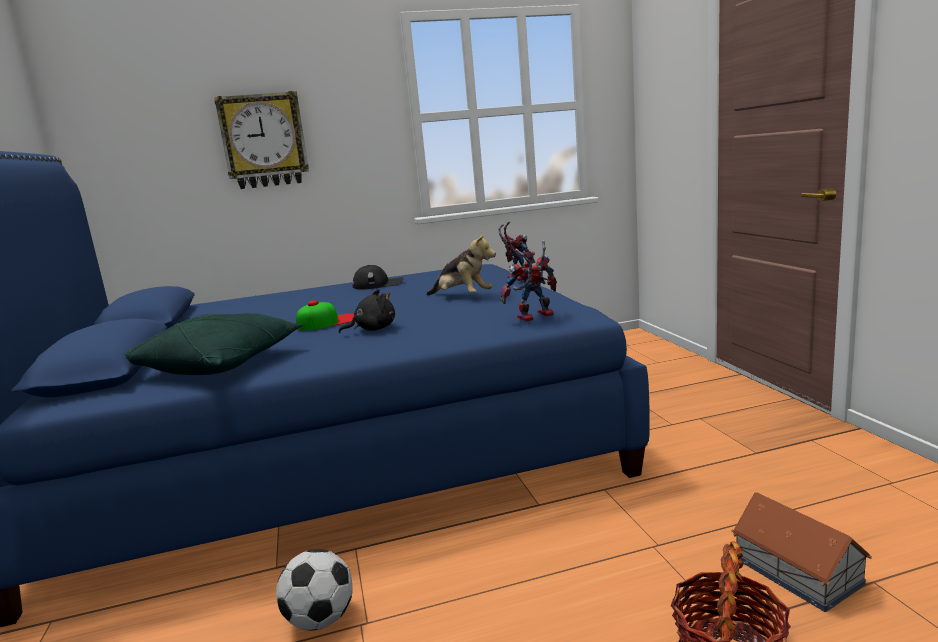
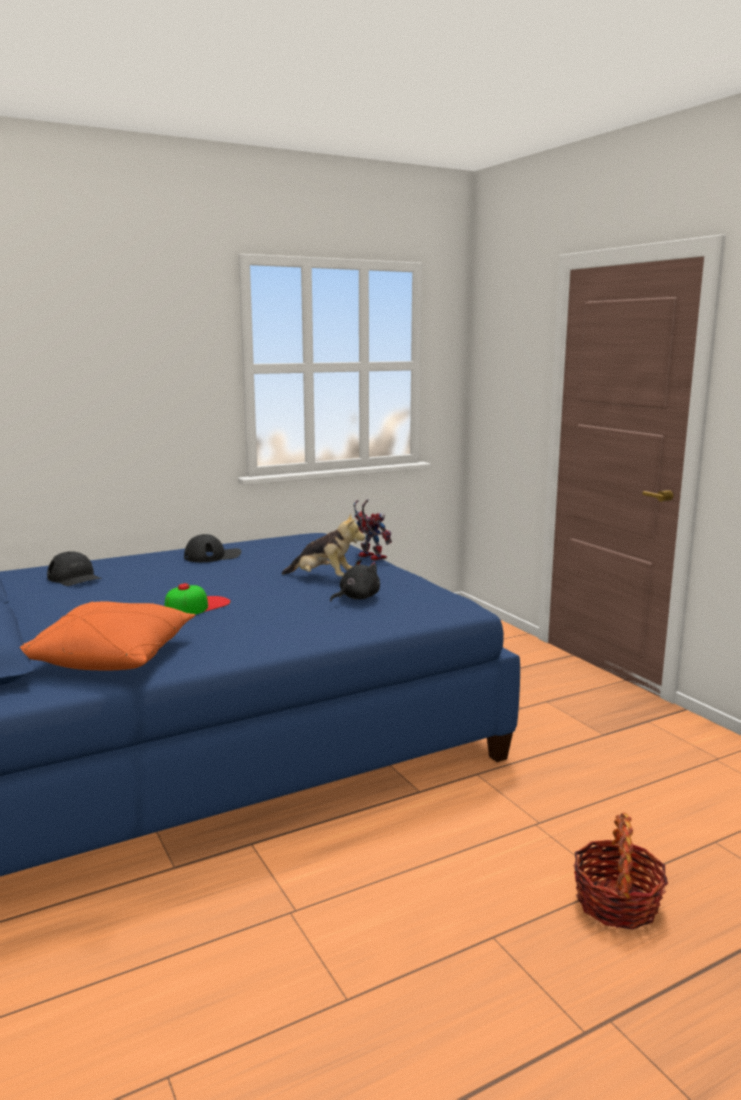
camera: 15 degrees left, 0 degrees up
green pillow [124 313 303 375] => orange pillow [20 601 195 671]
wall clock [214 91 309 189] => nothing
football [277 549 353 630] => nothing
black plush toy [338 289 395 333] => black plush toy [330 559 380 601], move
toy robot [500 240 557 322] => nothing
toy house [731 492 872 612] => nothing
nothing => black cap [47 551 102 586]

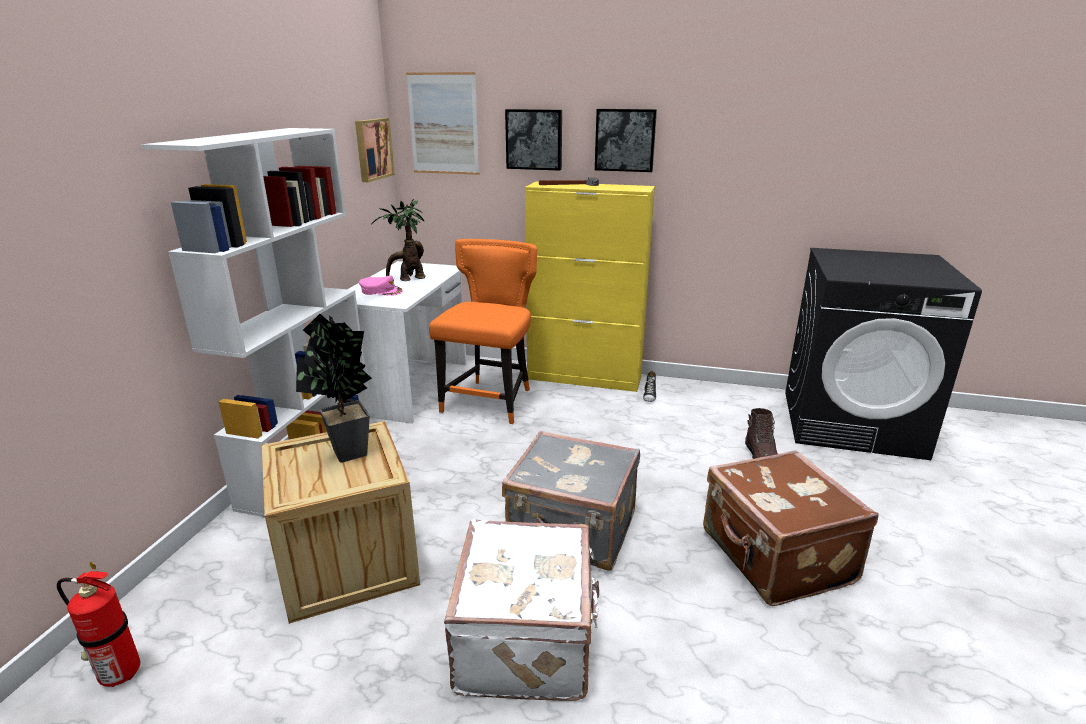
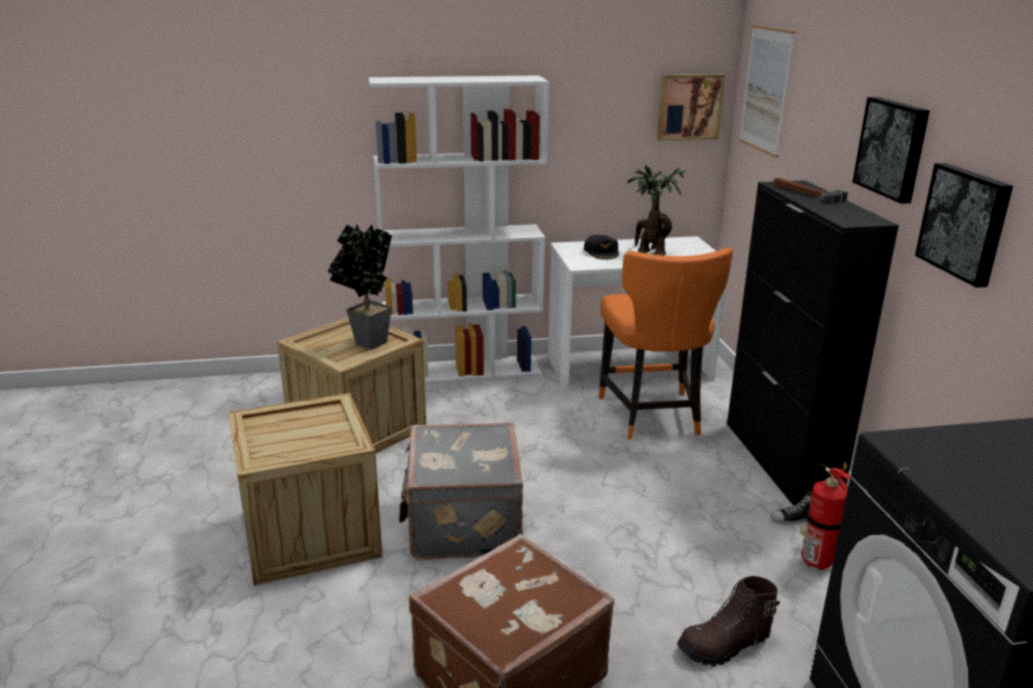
camera: 65 degrees right, 0 degrees up
fire extinguisher [57 562 140 687] => fire extinguisher [800 462 851 570], move
pink cap [359 275 403 296] => black cap [584 235 619 260]
orange chair [429 239 537 424] => orange chair [599 247 733 439], 90 degrees clockwise
white suitcase [444 519 599 701] => crate [228 393 382 586]
picture [505 109 562 171] => picture [915 163 1013 288], move
yellow cabinet [525 181 655 392] => black cabinet [727 180 899 505]

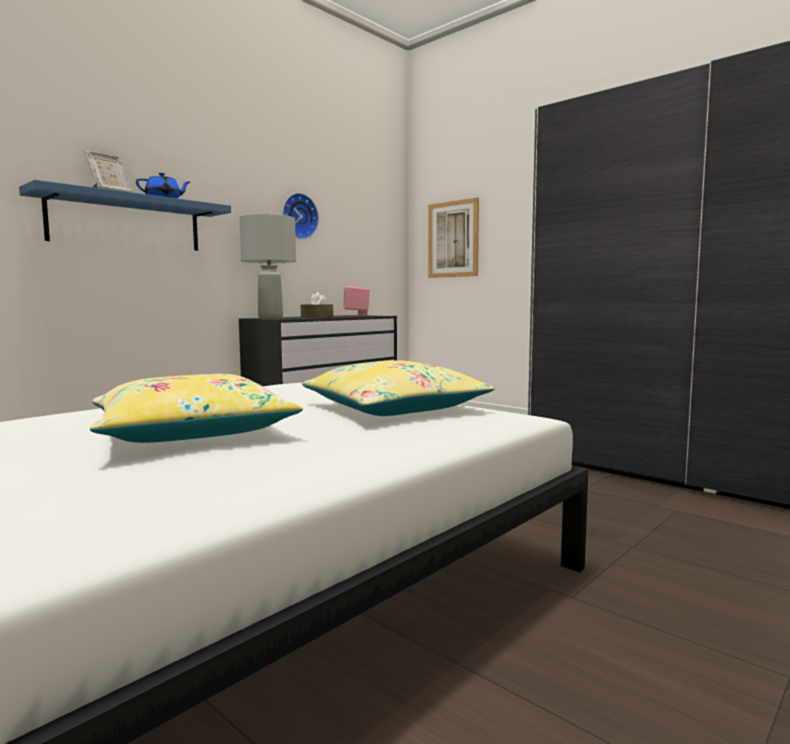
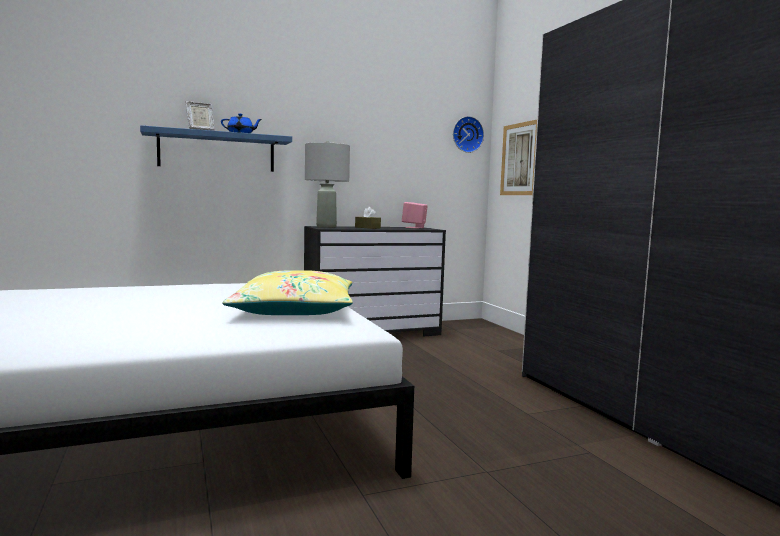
camera: 25 degrees right, 0 degrees up
yellow pillow [90 374 303 443] => nothing
wall clock [283 193 319 239] => wall clock [453 116 484 153], move

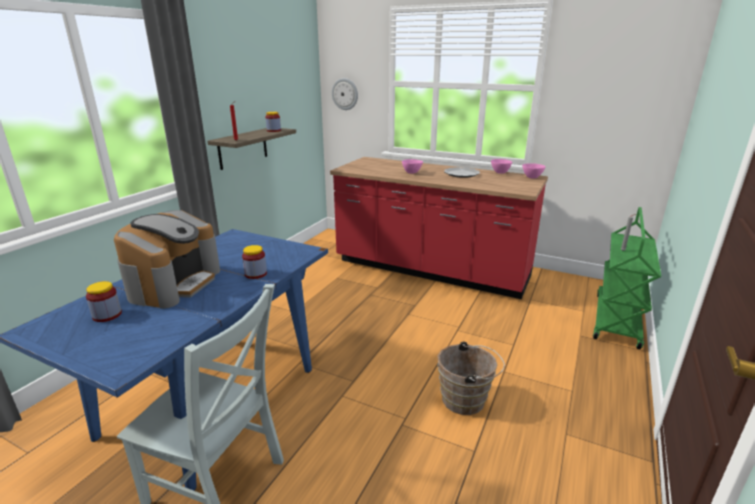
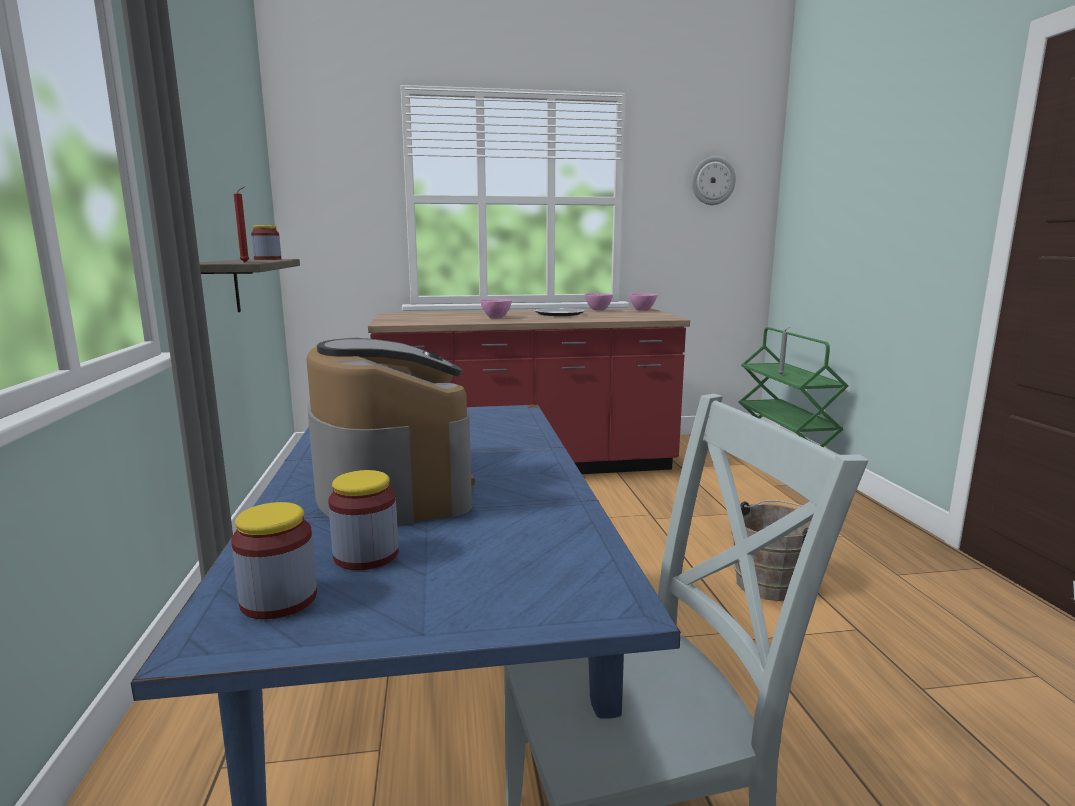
camera: 35 degrees left, 10 degrees down
jar [242 245 267 279] => jar [231 502 317 619], move
wall clock [332 78 358 110] => wall clock [692 156 736 205], move

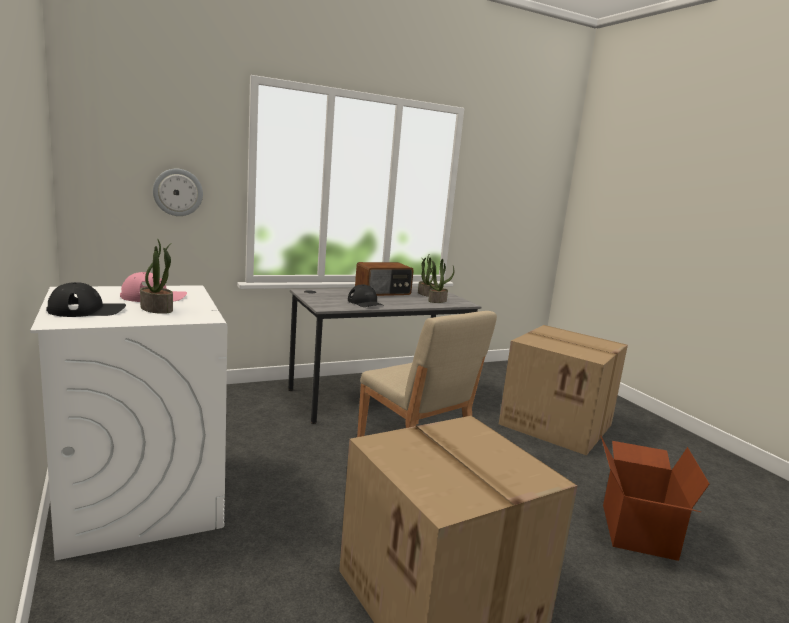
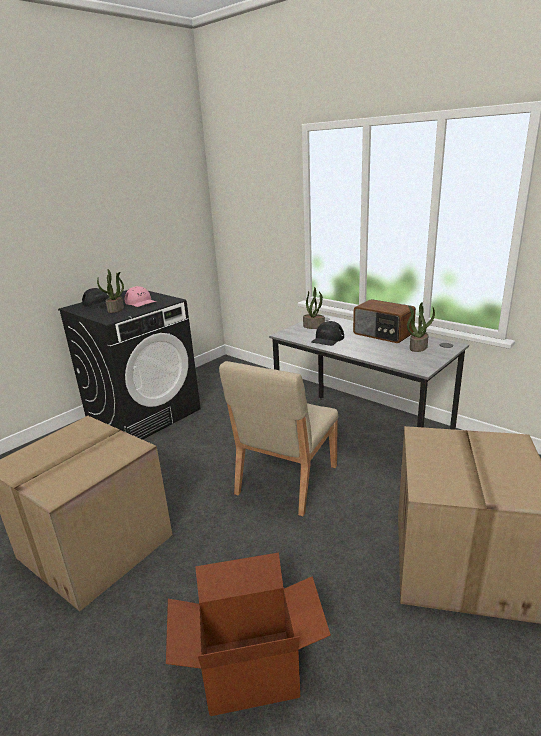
camera: 70 degrees right, 10 degrees up
white washing machine [30 285 227 561] => black washing machine [58 290 201 440]
wall clock [153 169 203 216] => nothing
potted plant [427 259 454 303] => potted plant [303 287 325 329], move

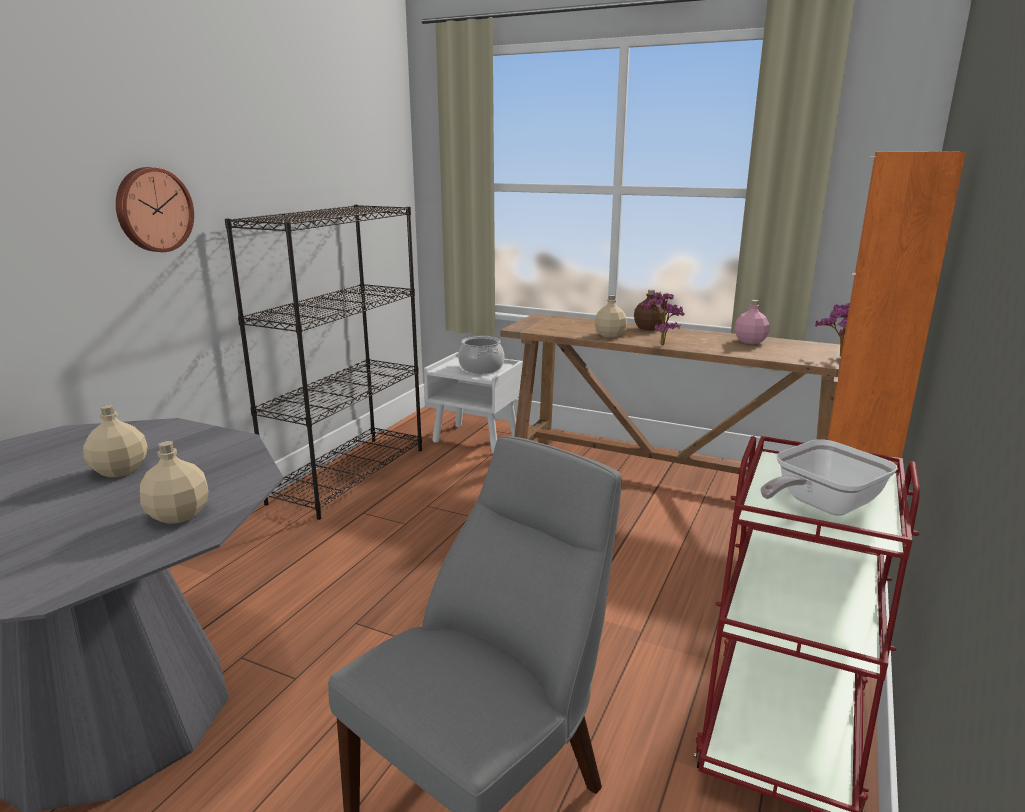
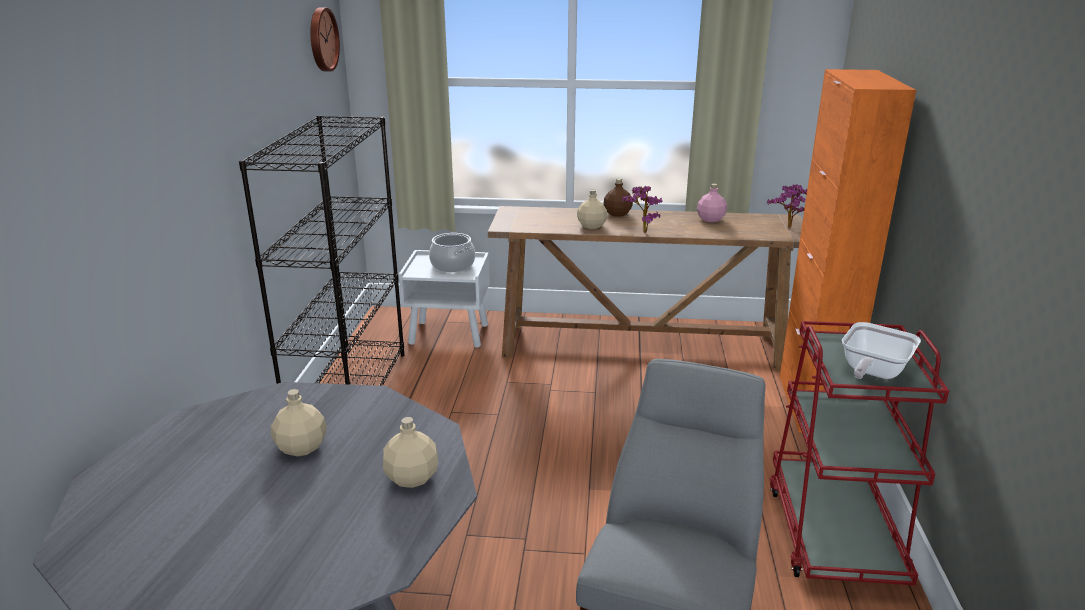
camera: 20 degrees left, 5 degrees up
wall clock [116 167 194 252] => wall clock [310 8 340 71], move

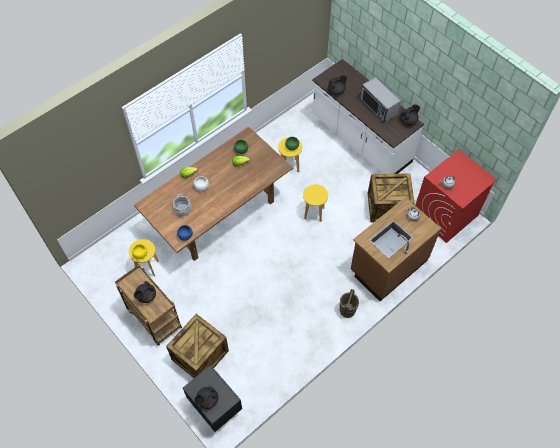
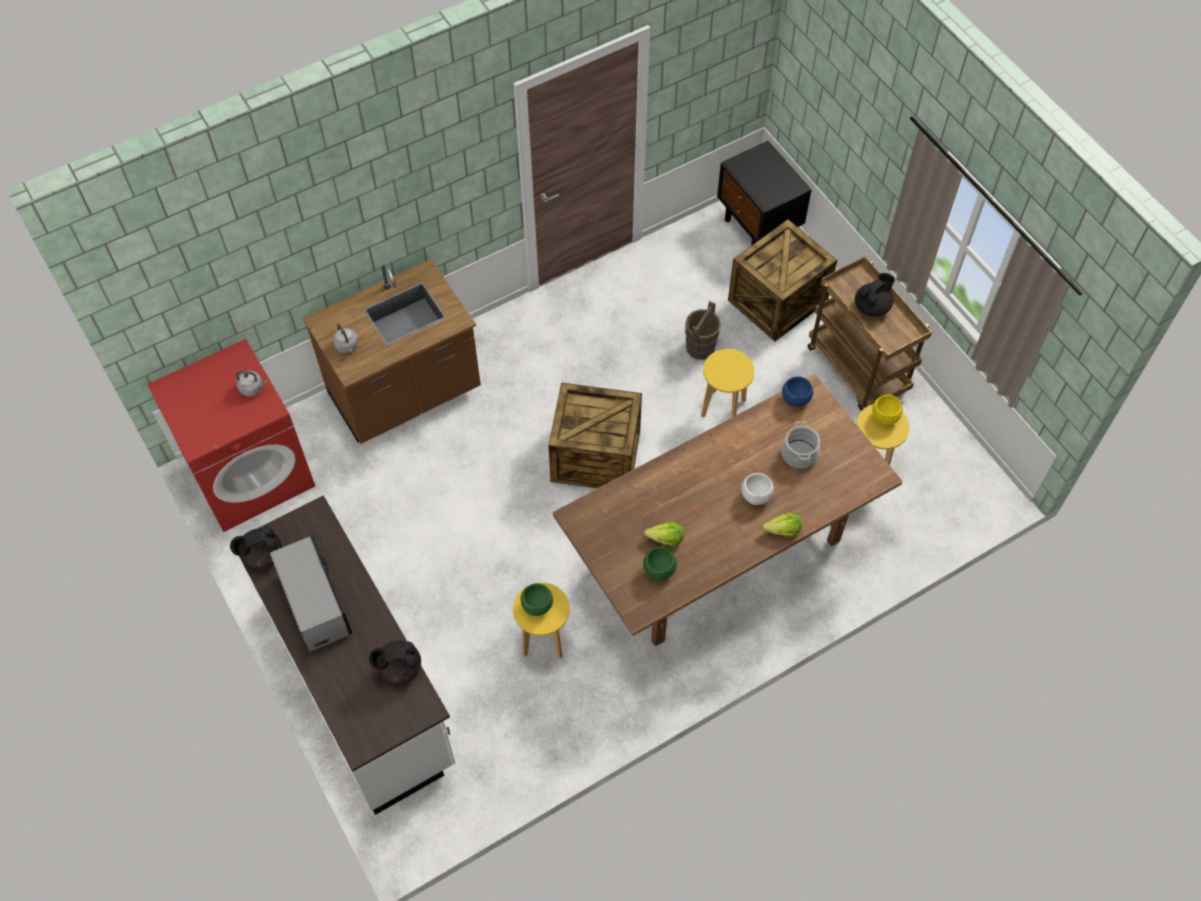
camera: 170 degrees left, 0 degrees up
black teapot [194 386 218 409] => nothing
yellow stool [303 184 328 222] => yellow stool [701 349 755 417], move
brown bucket [340 289 359 318] => brown bucket [685 301 721 360], move
crate [368 173 415 223] => crate [549 383 642 488], move

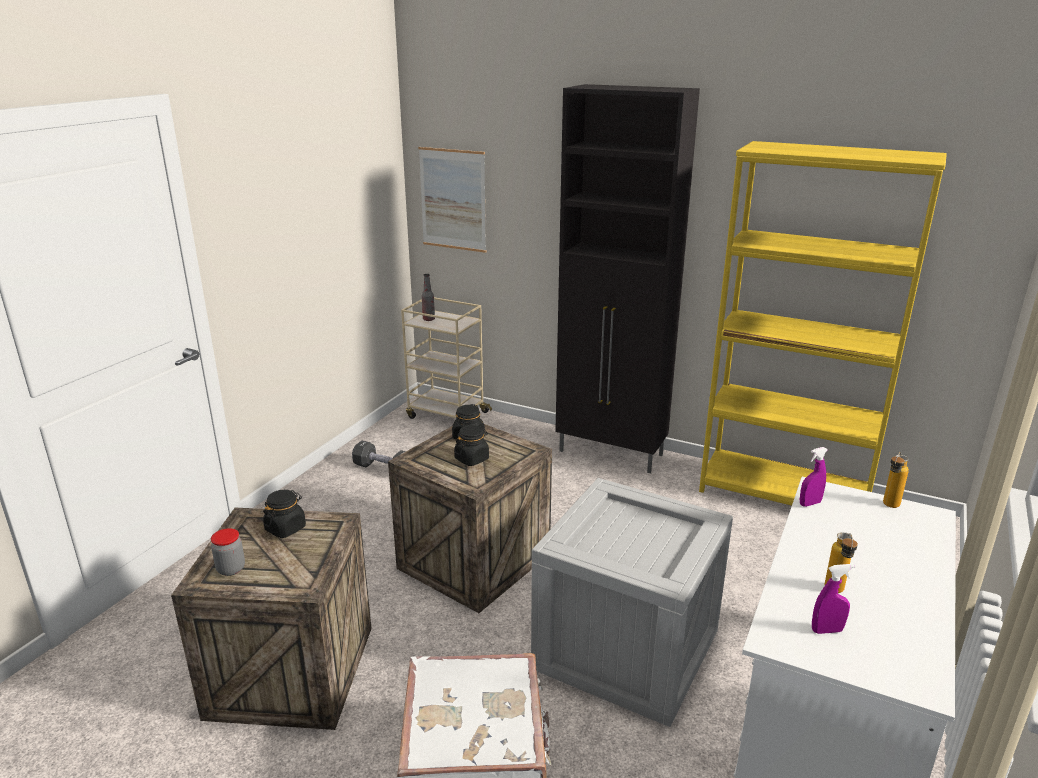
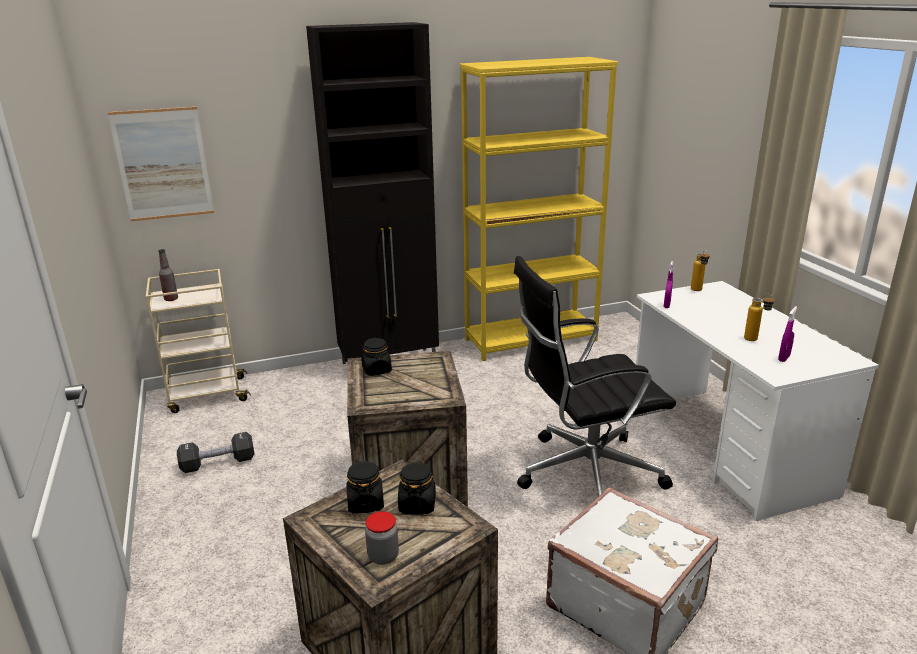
camera: 45 degrees left, 0 degrees up
black jar [454 425 489 466] => black jar [398 462 436 514], move
crate [531 478 733 727] => black office chair [514 256 676 497]

